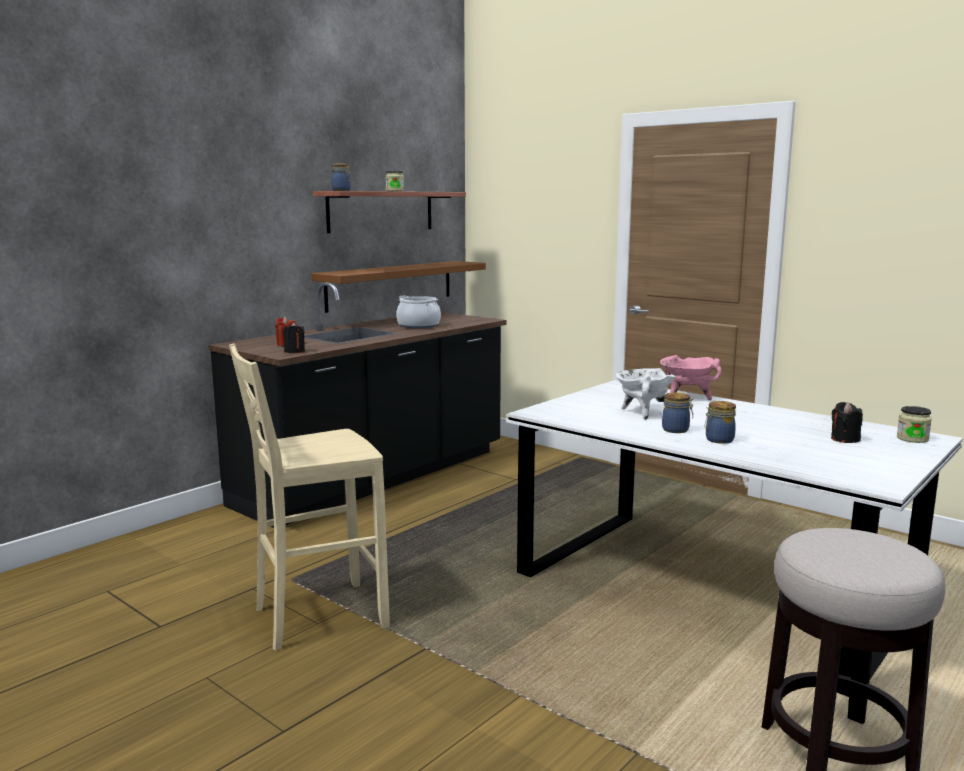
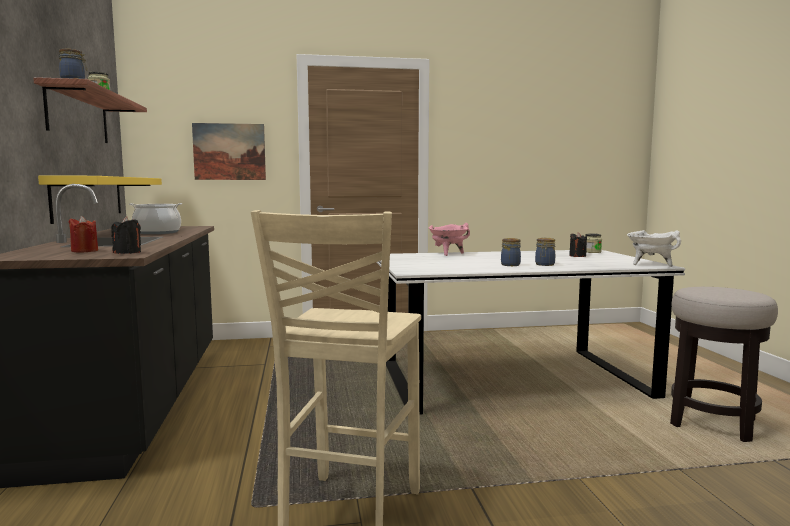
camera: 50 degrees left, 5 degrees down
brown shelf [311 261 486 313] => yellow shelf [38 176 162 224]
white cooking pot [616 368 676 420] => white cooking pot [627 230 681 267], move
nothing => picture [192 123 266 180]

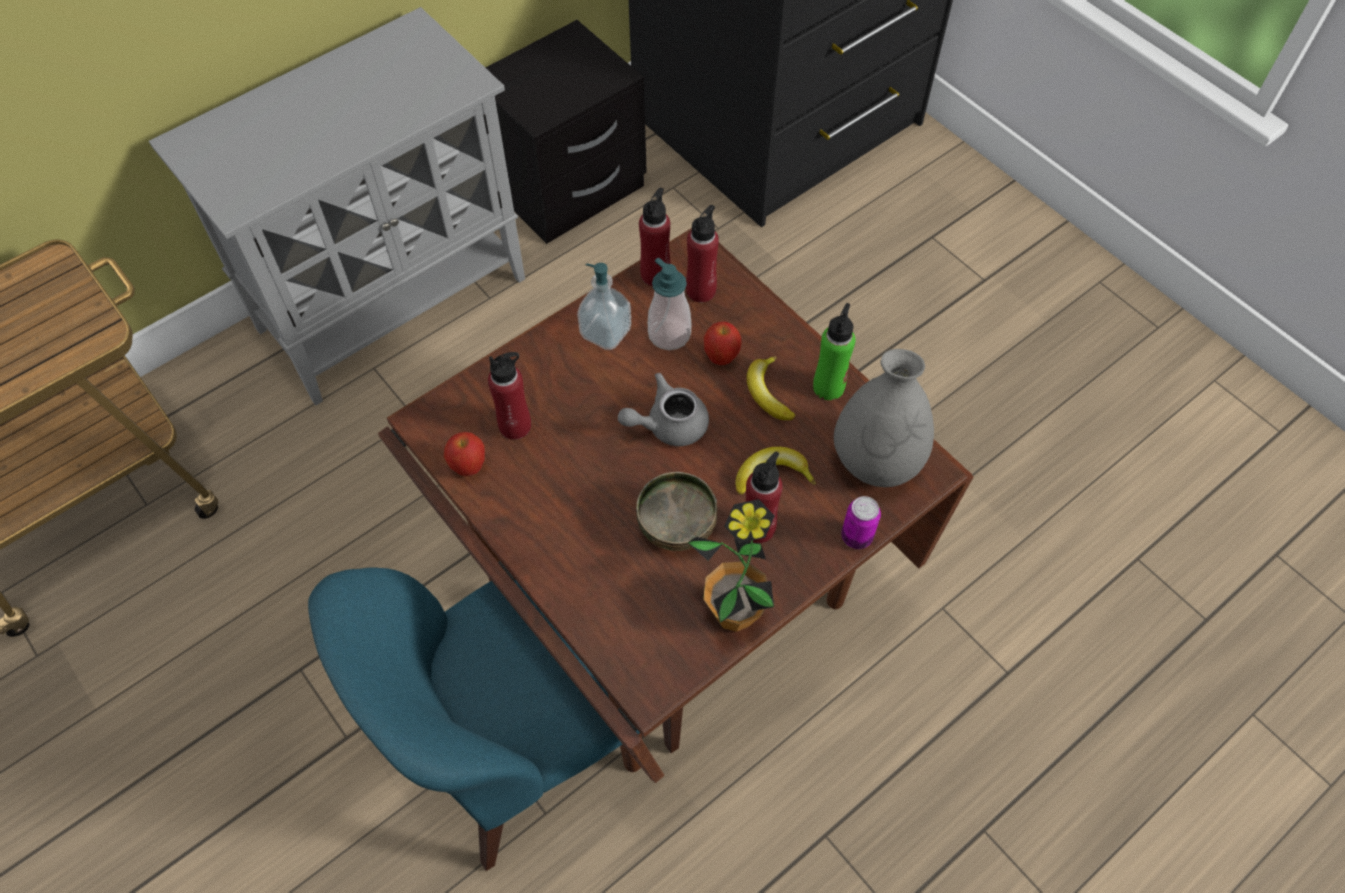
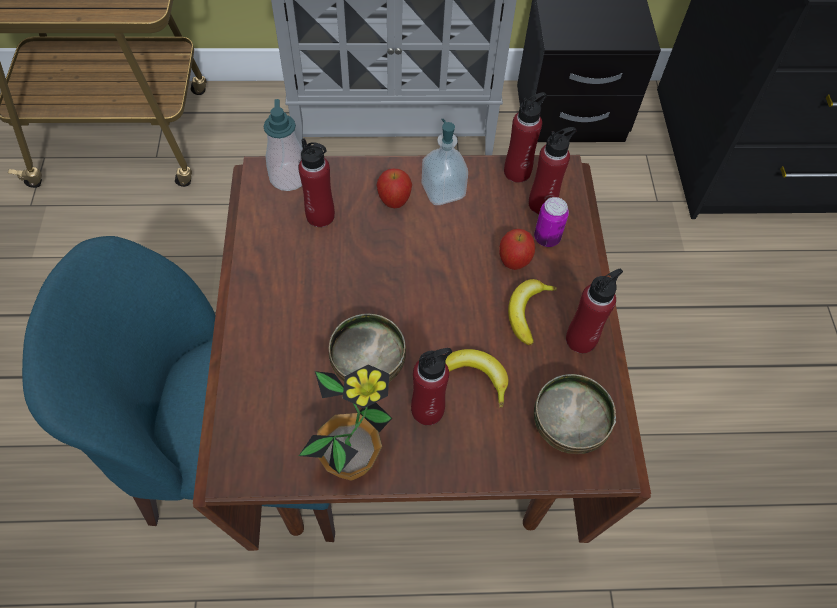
camera: 35 degrees right, 0 degrees up
apple [444 432 485 476] => apple [377 169 412 208], move
grey teapot [618 373 709 446] => nothing
soap dispenser [648 258 691 350] => soap dispenser [263 99 302 191], move
green bottle [813 303 856 400] => red bottle [566 269 623 353]
grey vase [834 349 934 487] => bowl [534 374 616 454]
can [841 496 881 549] => can [534 197 569 247], move

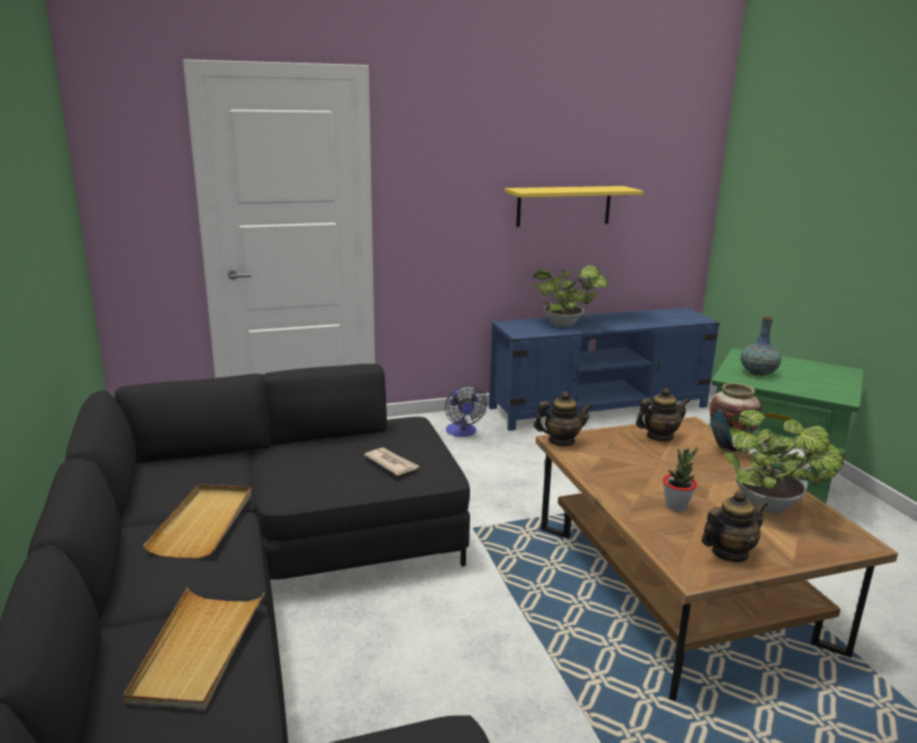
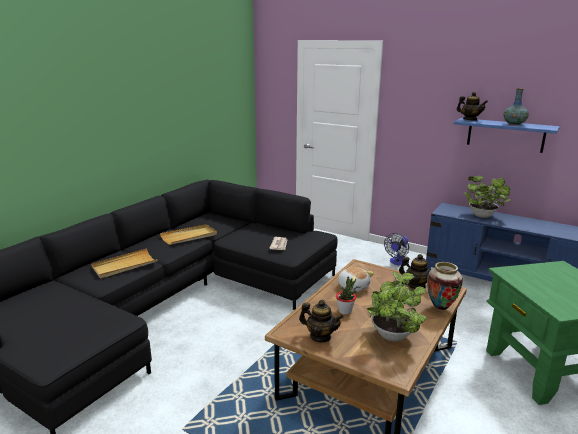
camera: 50 degrees right, 0 degrees up
yellow shelf [505 186 644 227] => blue shelf [454 118 560 153]
teapot [533 391 593 446] => teapot [457 92 488 121], move
vase [741 317 781 376] => vase [504 88 529 125], move
nothing => plush toy [338 267 375 292]

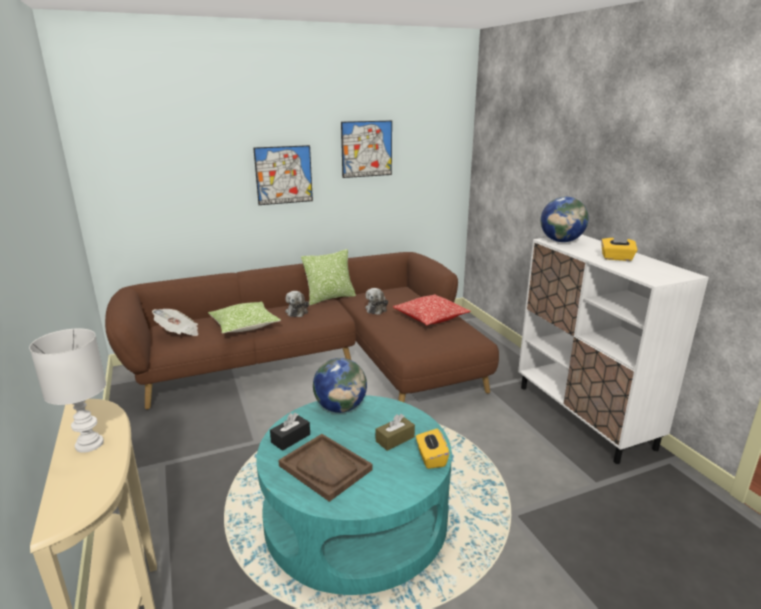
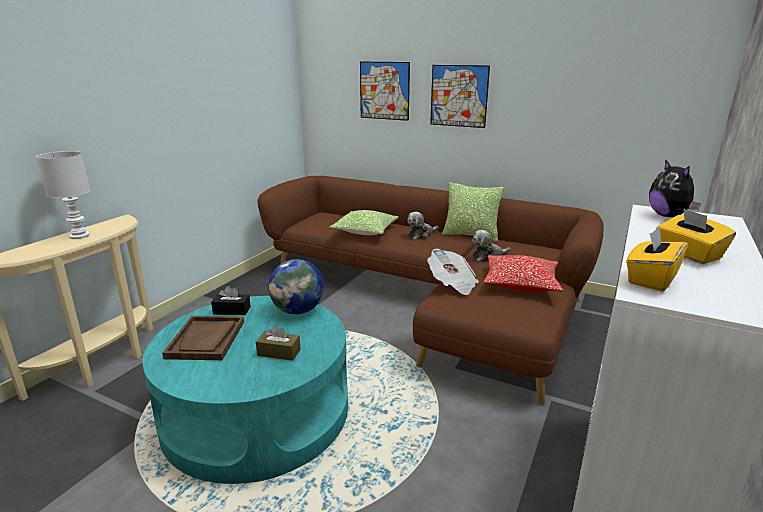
camera: 50 degrees right, 0 degrees up
newspaper [152 309 198 336] => newspaper [427 249 479 295], move
picture [341 120 392 178] => picture [360 62 410 121], move
yellow tissue box [416 429 449 469] => yellow tissue box [626 227 688 292], move
globe [541 196 589 242] => plush toy [649 159 701 217]

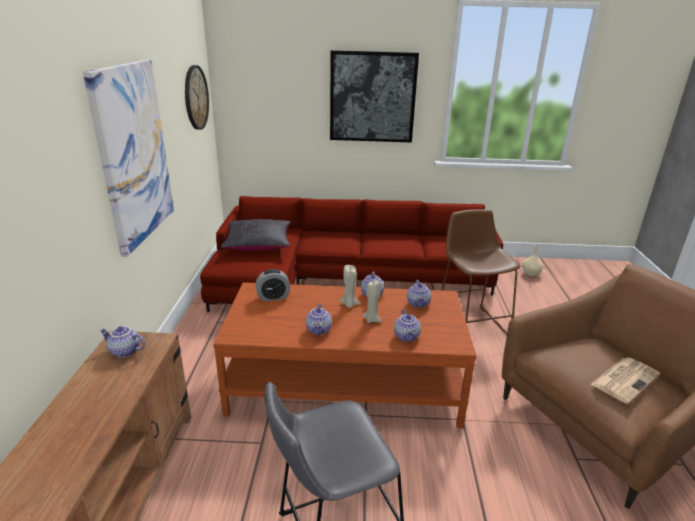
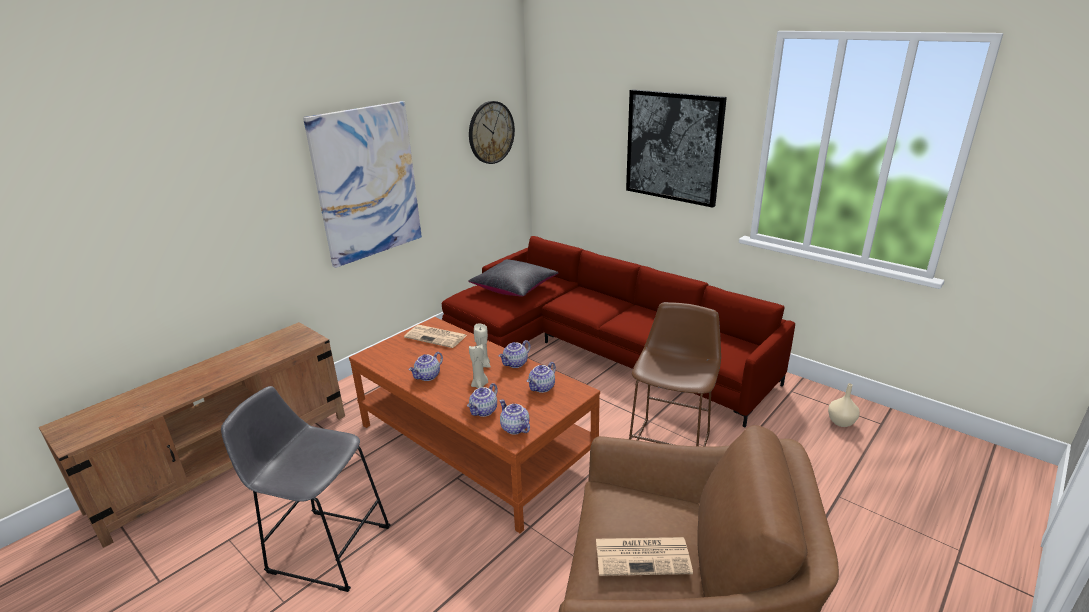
camera: 40 degrees right, 0 degrees up
teapot [99 326 145 358] => teapot [500 399 530 434], move
alarm clock [256 269 290 301] => newspaper [404 325 467 348]

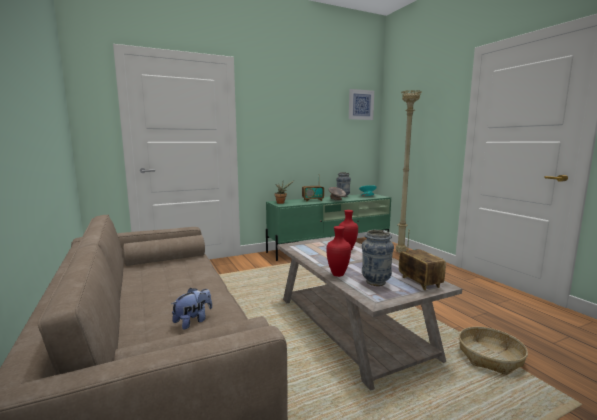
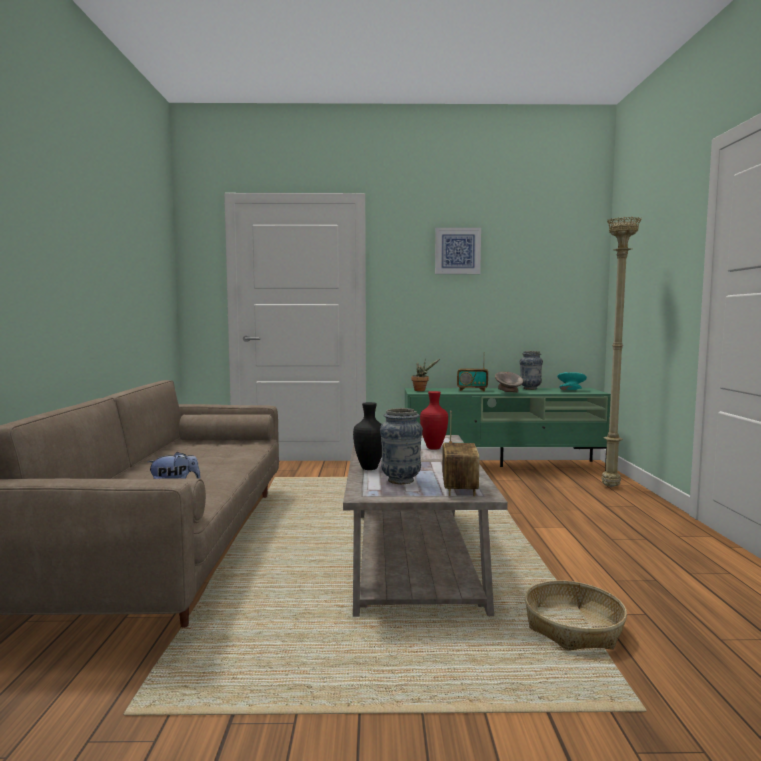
camera: 25 degrees right, 5 degrees down
red vase [326 226 351 277] => black vase [353 402 382 470]
picture [349 89 374 120] => picture [435 228 481 274], move

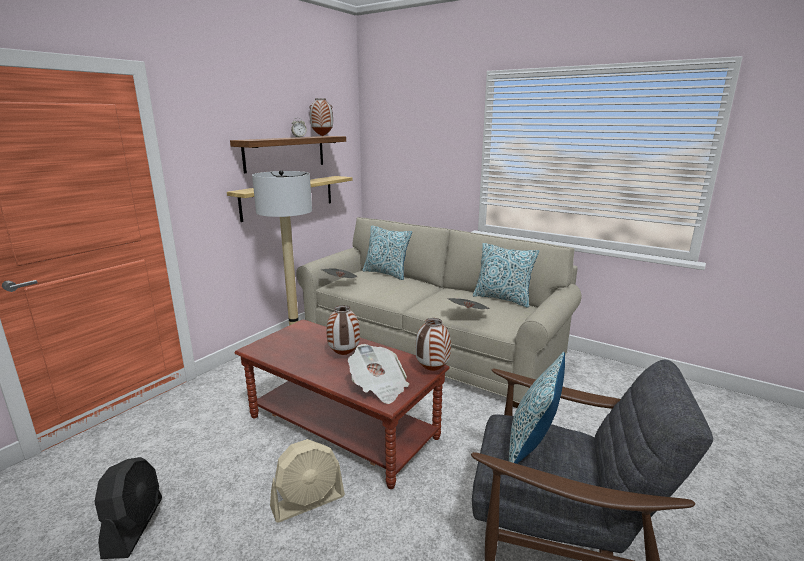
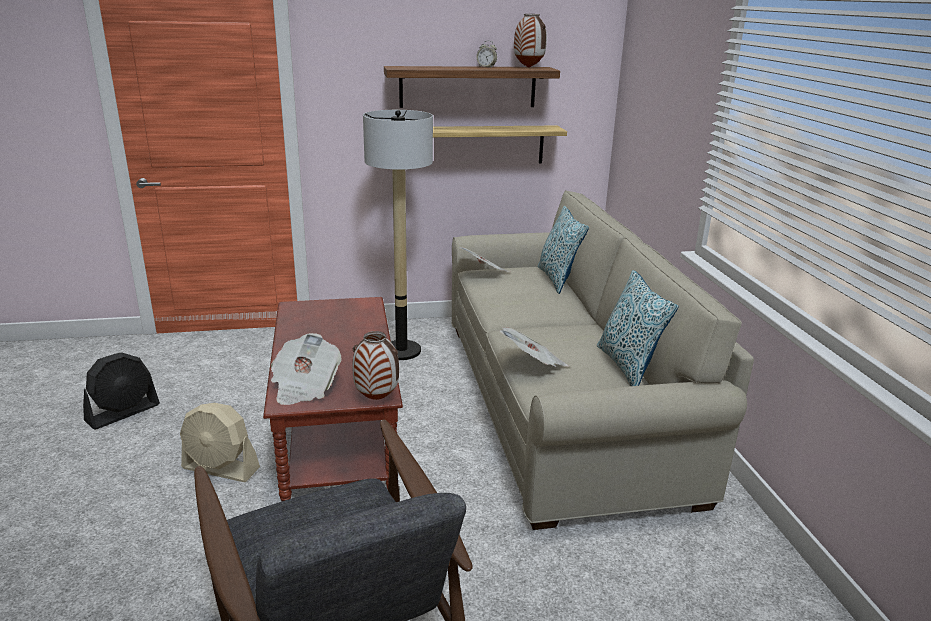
camera: 45 degrees right, 5 degrees up
vase [326 305 360 355] => nothing
pillow [509 351 565 464] => nothing

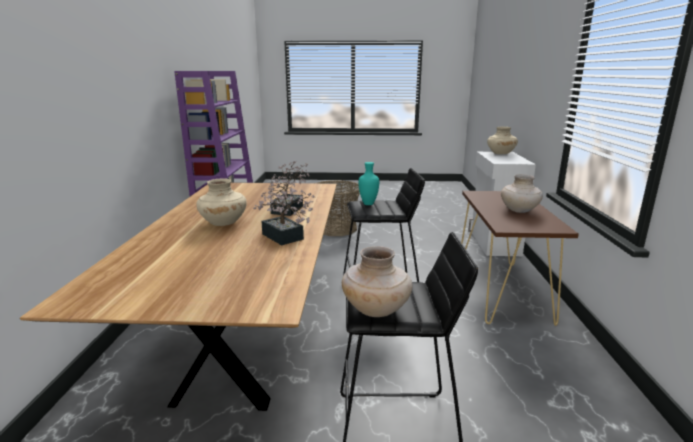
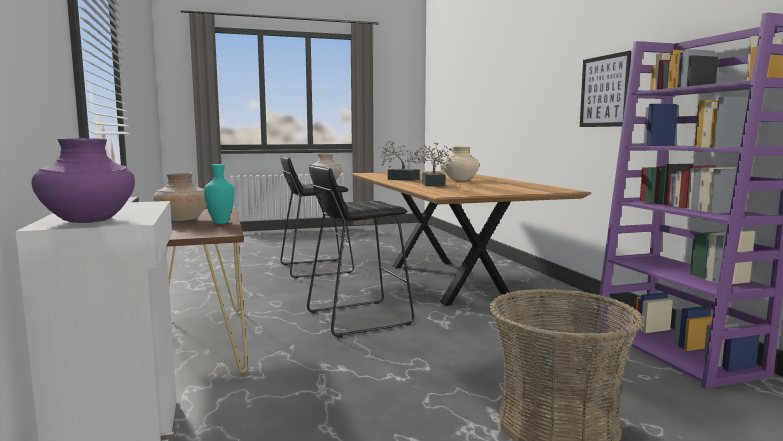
camera: 160 degrees right, 10 degrees down
turquoise vase [358 162 379 205] => turquoise vase [204 164 234 224], move
beige vase [487 127 518 154] => purple vase [31 138 135 223]
nothing => picture [580 51 631 127]

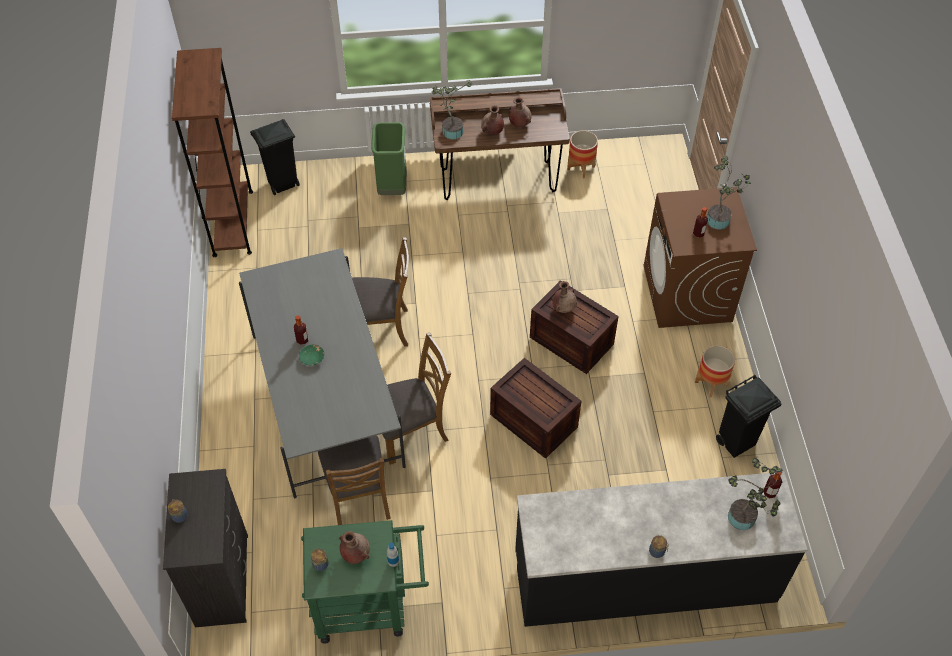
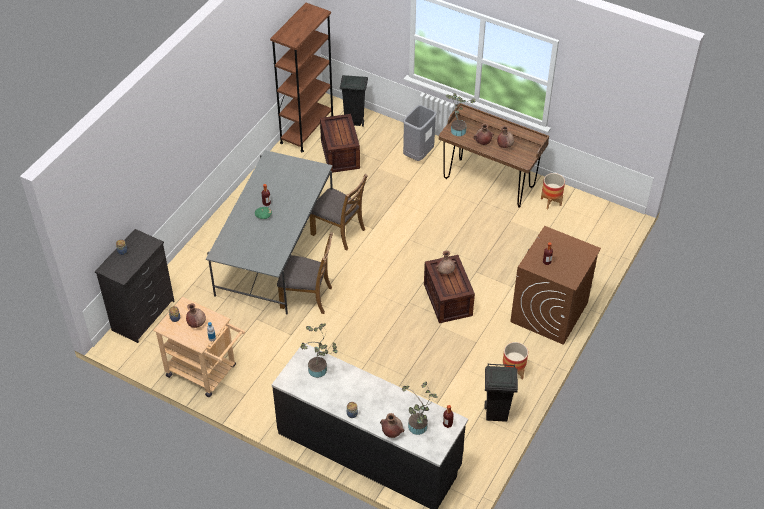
camera: 35 degrees right, 5 degrees down
green cart [301 520 429 644] => beige cart [153 297 245 397]
brown chair [318 435 391 525] => nothing
green trash can [371 122 407 195] => grey trash can [403 105 437 161]
crate [490 358 581 459] => crate [320 114 360 173], move
potted plant [707 156 751 229] => potted plant [300 323 338 378], move
nothing => brown vase [380 413 404 438]

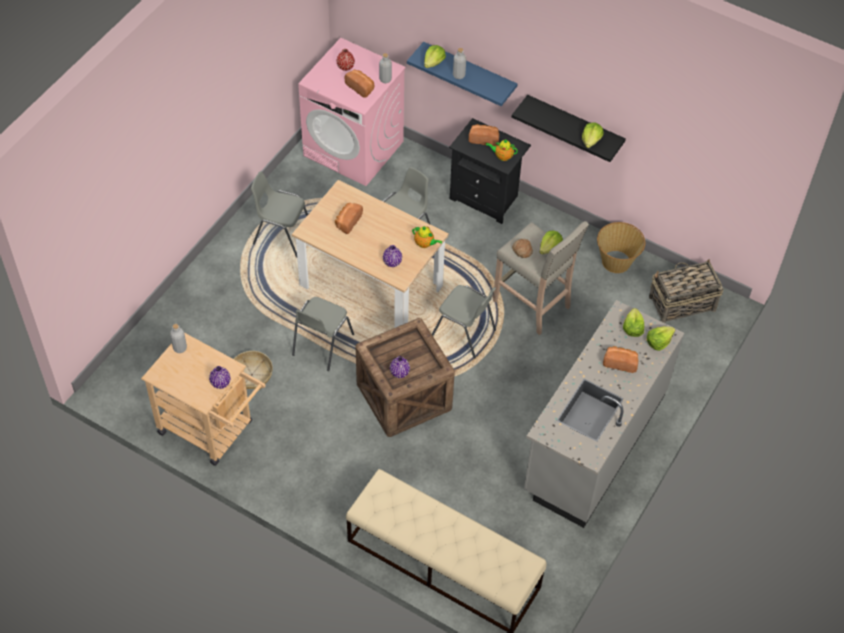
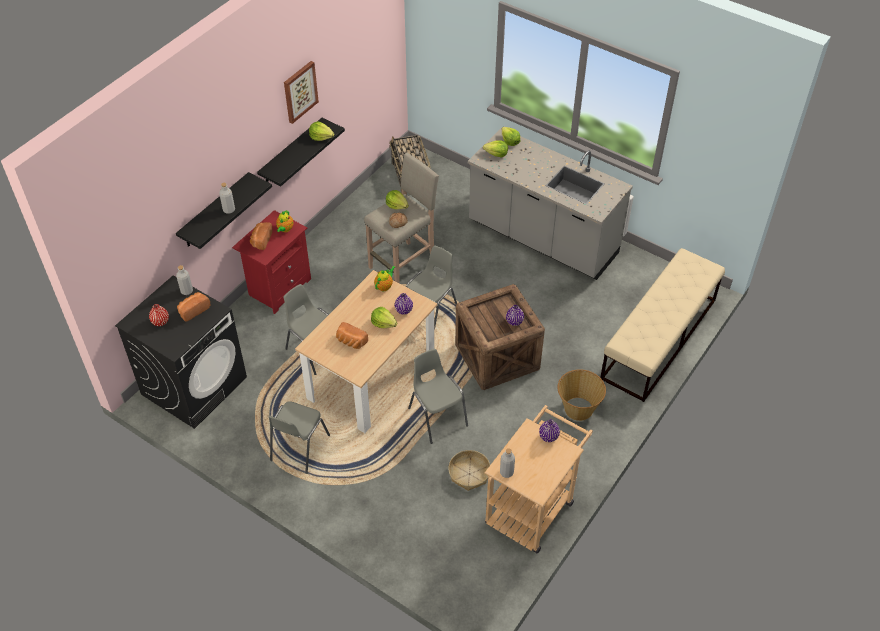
camera: 85 degrees left, 5 degrees down
grey chair [292 297 354 371] => grey chair [408 349 468 444], 150 degrees counterclockwise
pink washing machine [298 38 406 186] => black washing machine [115 276 247 429]
blue shelf [407 42 518 106] => black shelf [176 172 272 249]
lettuce [424 45 446 68] => lettuce [371 307 397 328], move
black nightstand [449 118 531 224] => red nightstand [232 210 311 314]
basket [597 222 645 273] => basket [558 369 606 421], move
bread [603 346 638 373] => nothing
nothing => picture [284 61 319 124]

